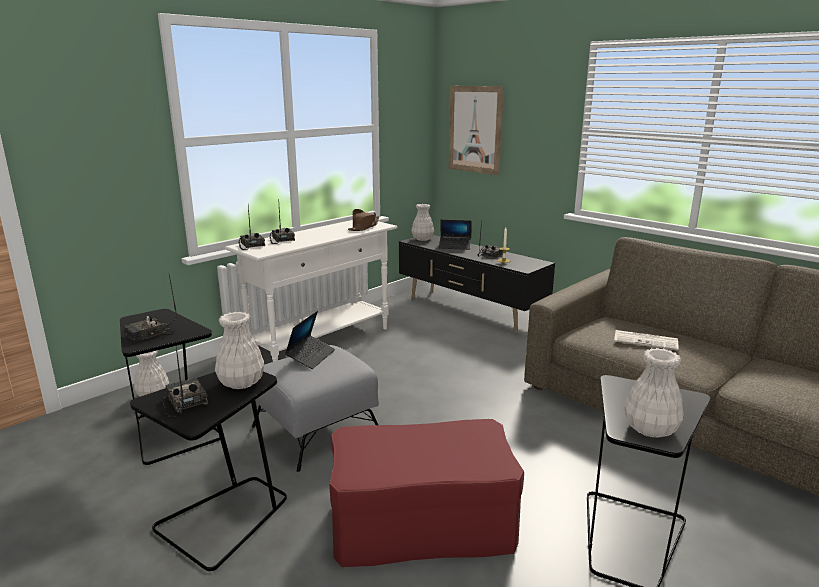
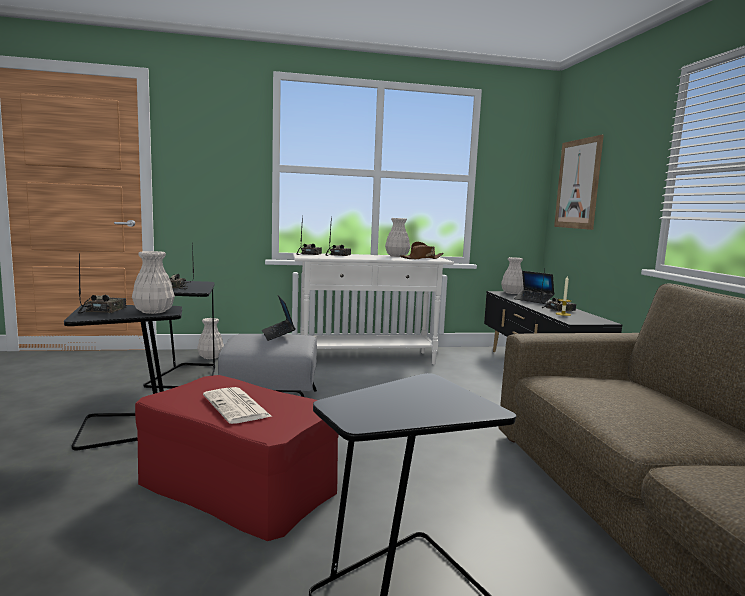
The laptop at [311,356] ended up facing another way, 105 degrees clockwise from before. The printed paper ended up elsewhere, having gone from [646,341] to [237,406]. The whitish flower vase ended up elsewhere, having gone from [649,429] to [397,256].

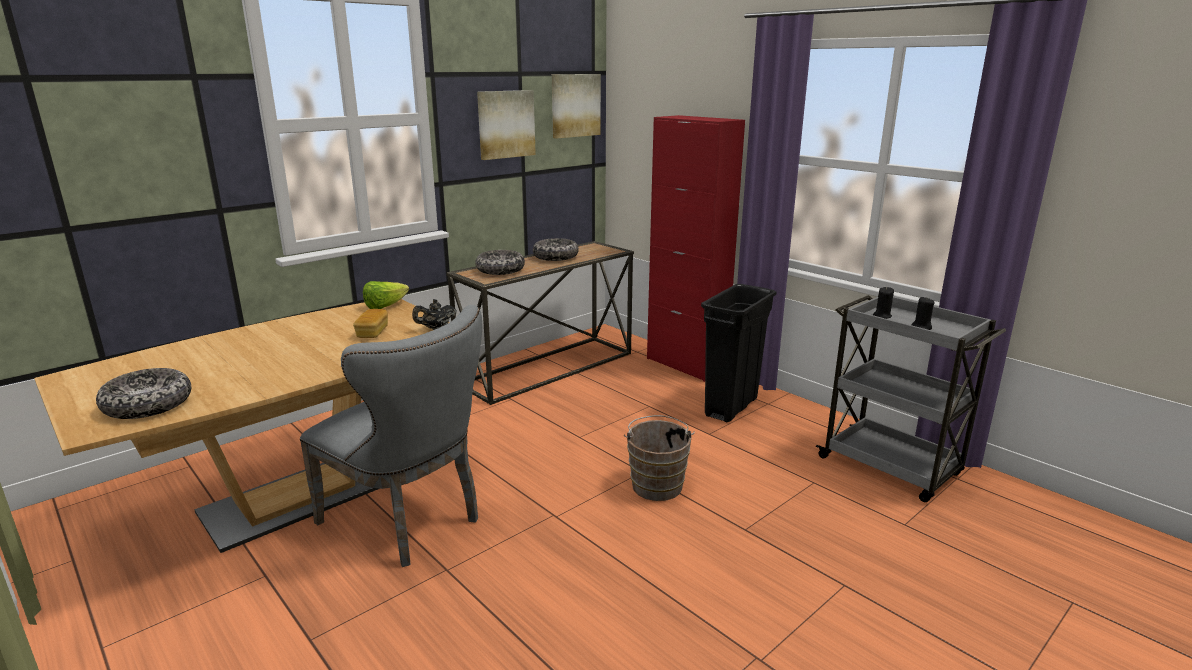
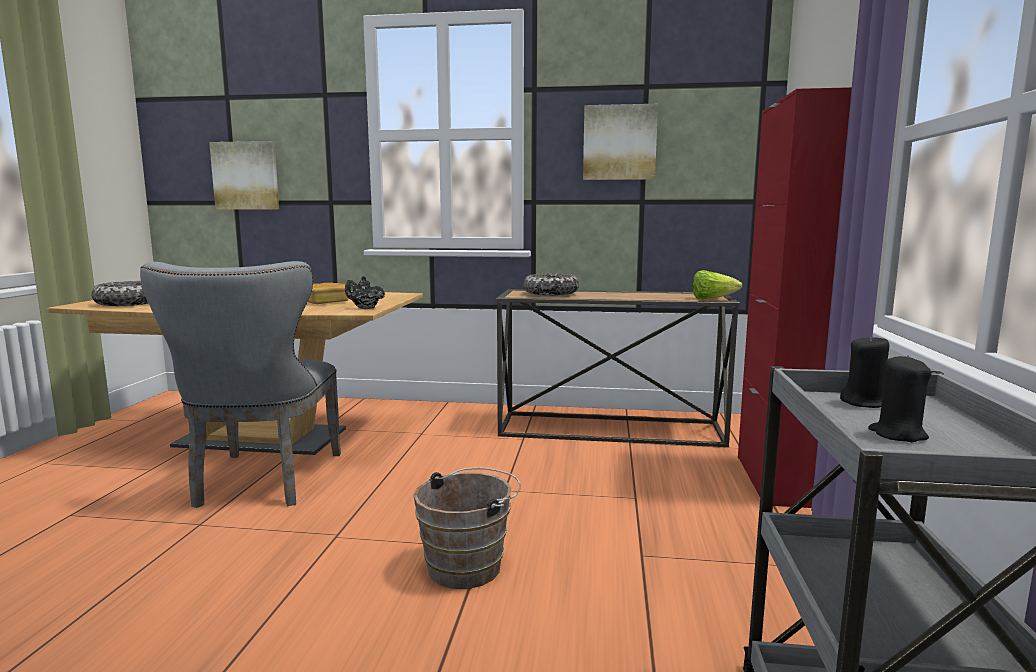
The picture ended up elsewhere, having gone from [575,105] to [246,176]. The second view lost the deep dish at [555,257]. The head of lettuce ended up elsewhere, having gone from [385,307] to [712,299]. The second view lost the black trash can at [731,407].

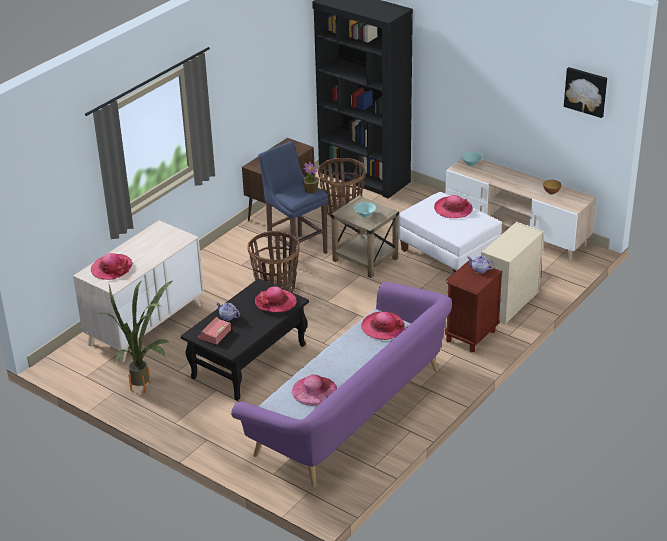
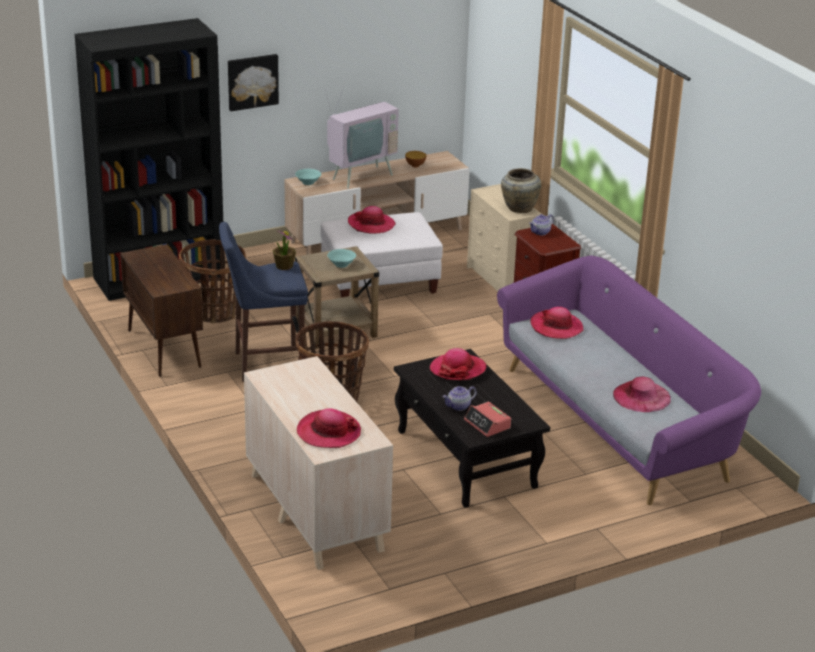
The picture ended up elsewhere, having gone from [586,91] to [252,81]. The second view lost the houseplant at [146,389]. The second view gained the TV set at [359,175]. The second view gained the sand-coloured flower vase at [519,208].

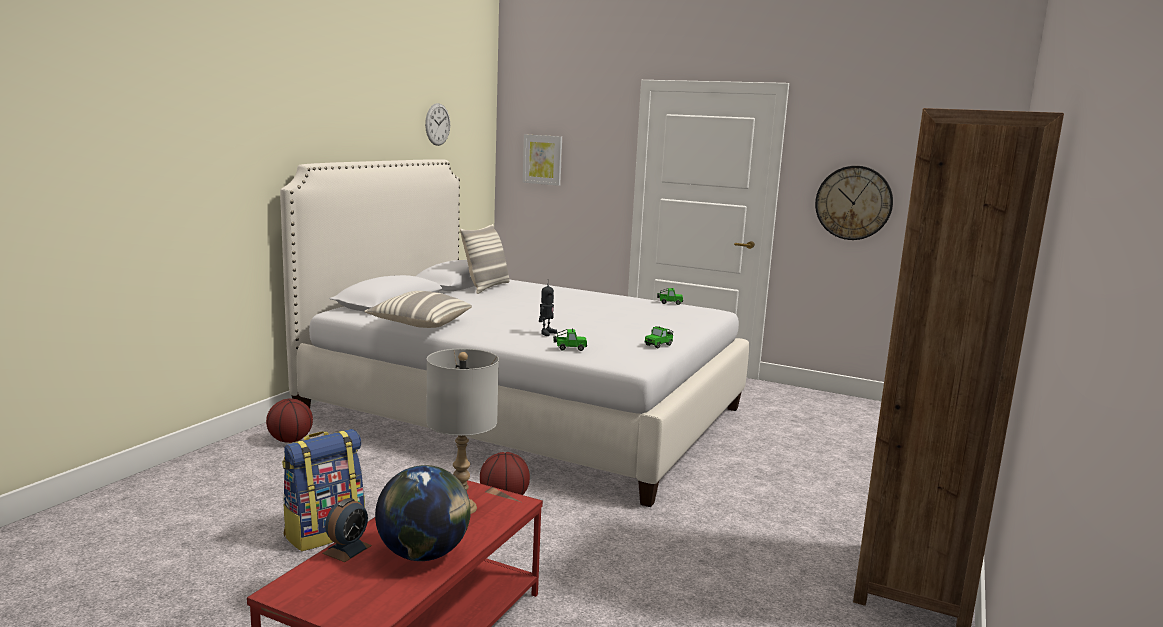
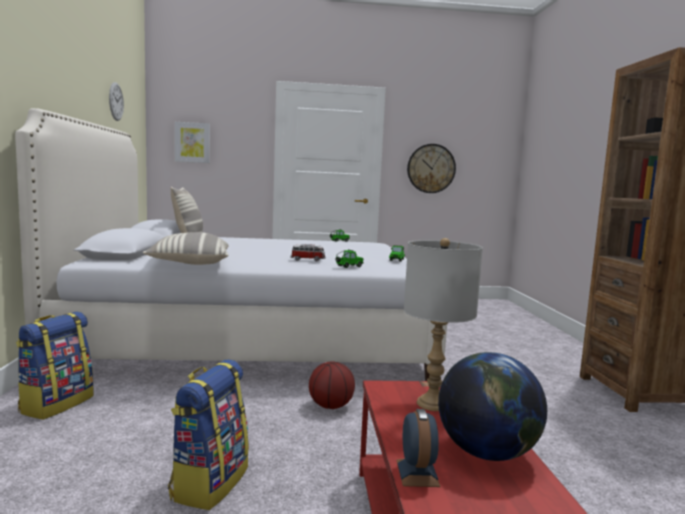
Where the model robot stood at [546,333], the miniature car came to stand at [308,260]. Where the ball for basketball stood at [290,440], the backpack came to stand at [56,404].

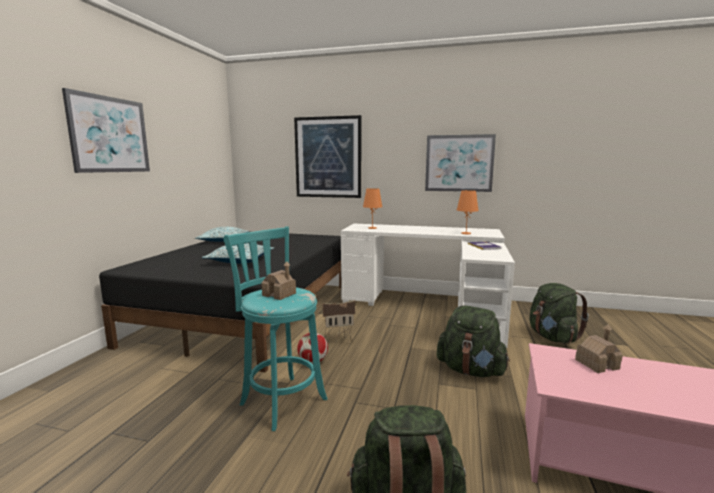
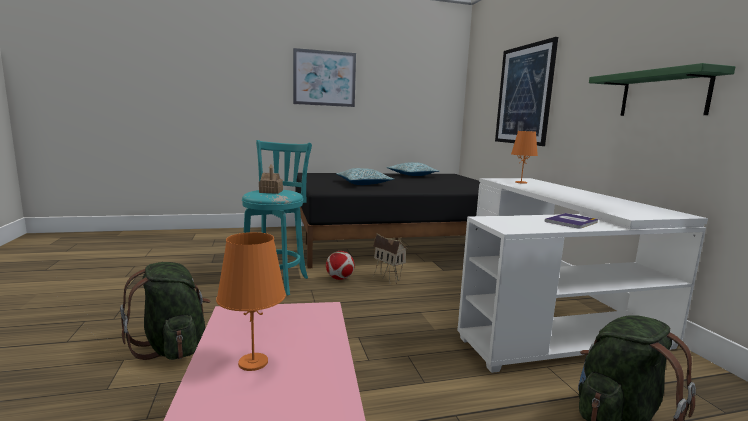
Where the picture hung at [459,163], the green wall shelf came to hang at [663,94]. The orangey lamp for a table ended up elsewhere, having gone from [466,233] to [253,362]. The second view lost the green backpack at [471,370]. The second view lost the miniature house at [597,364].

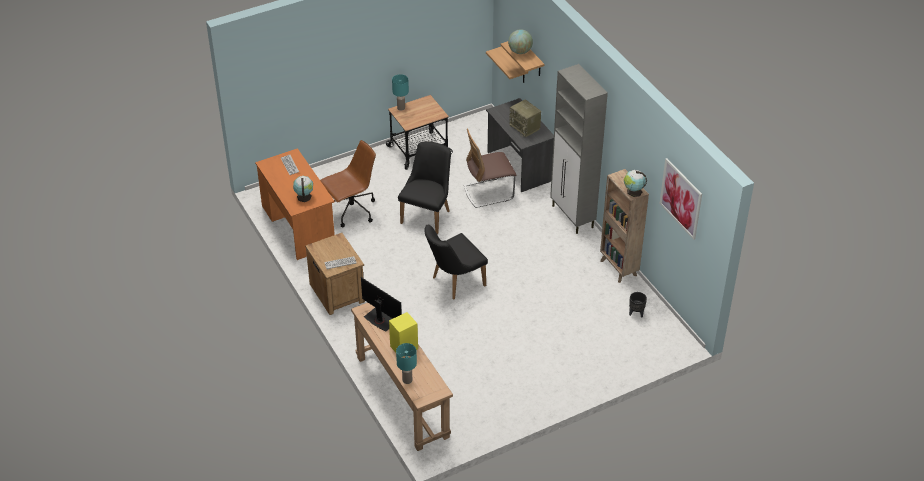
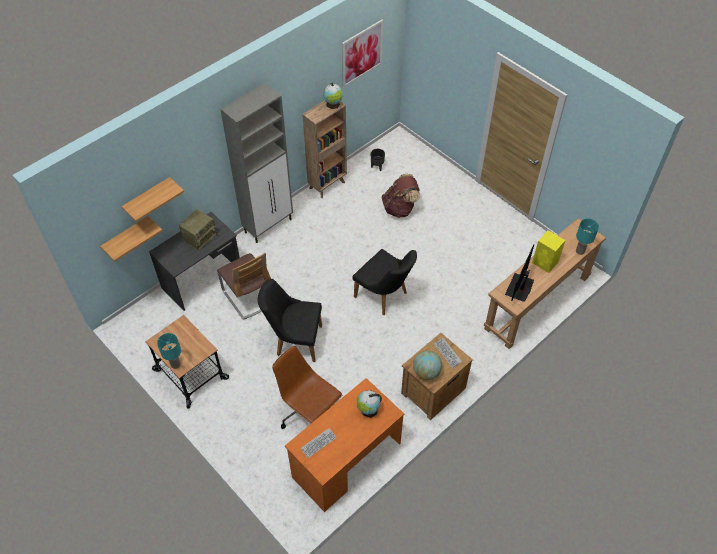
The desk globe ended up elsewhere, having gone from [520,51] to [426,372]. The second view gained the brown backpack at [400,208].

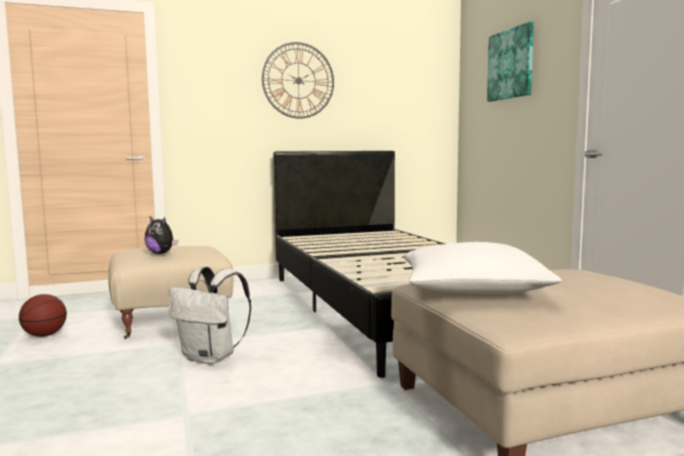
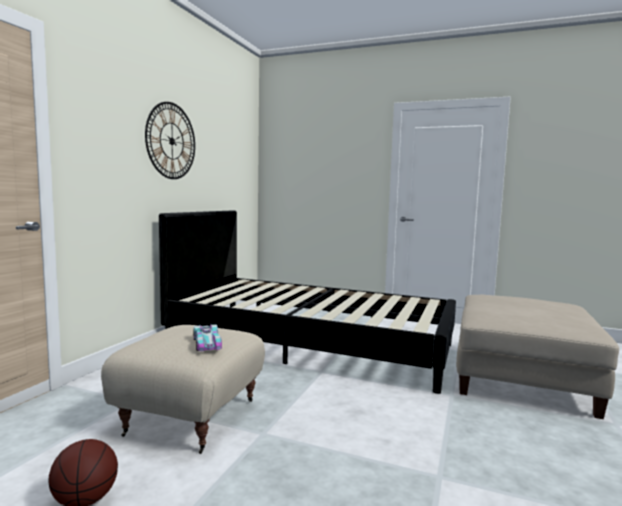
The second view lost the picture at [511,64]. Where the cuddly toy stood at [161,253], the miniature car came to stand at [207,343]. The second view lost the whitish throw pillow at [471,289]. The second view lost the whitish backpack at [211,358].

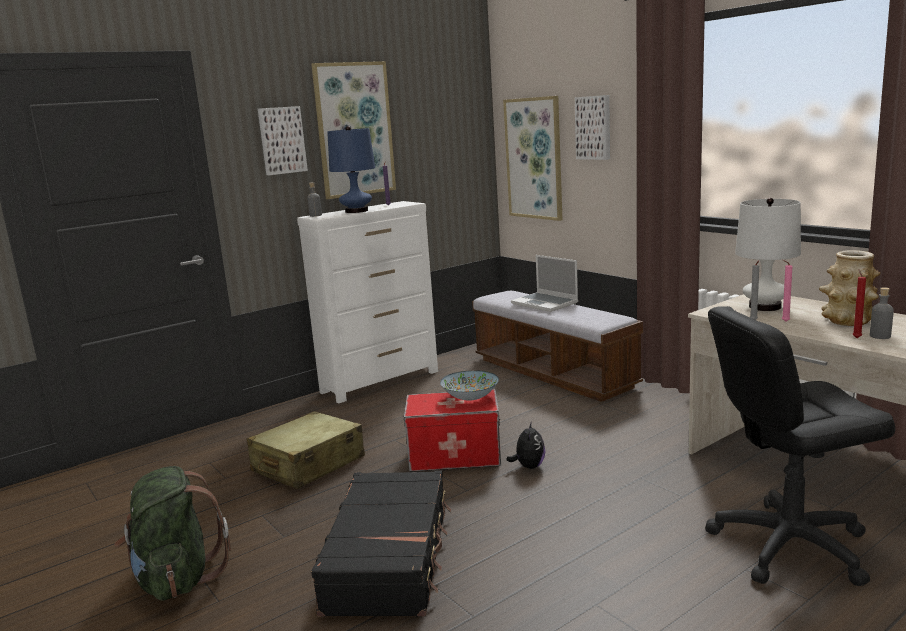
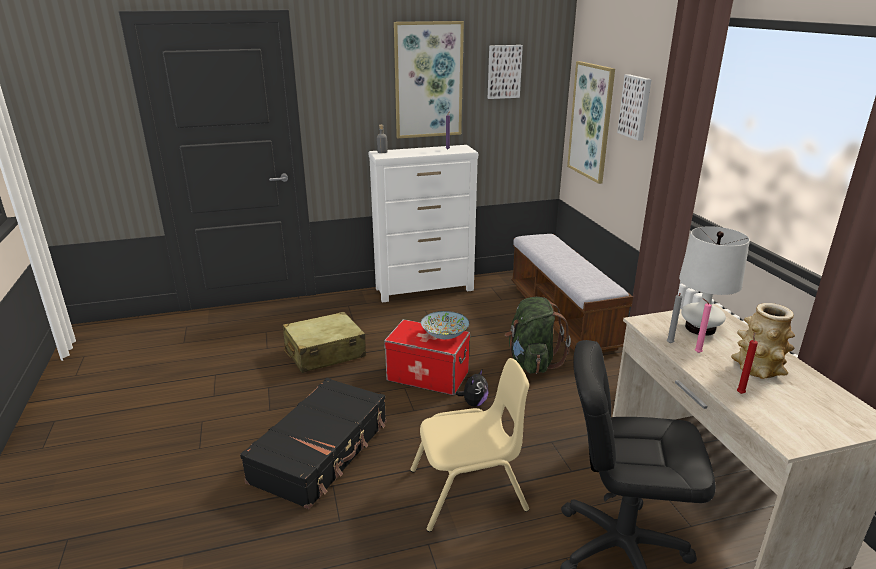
The picture ended up elsewhere, having gone from [281,140] to [503,71]. The second view lost the blue-coloured lamp for a table at [356,211]. The second view lost the laptop at [545,303]. The second view lost the grey beverage bottle at [880,336]. The green backpack ended up elsewhere, having gone from [177,578] to [532,362]. The second view gained the sand-coloured upright chair at [468,491].

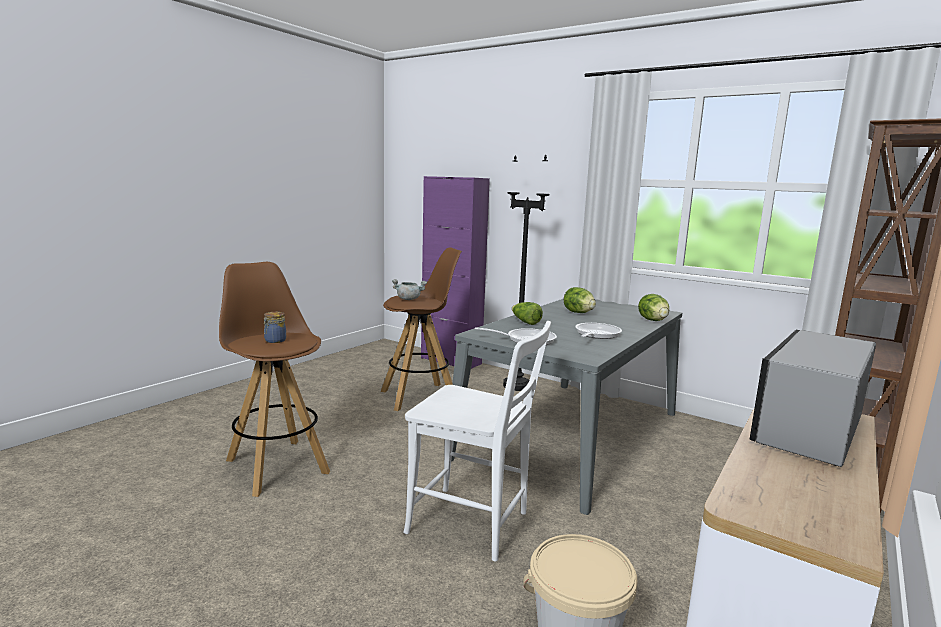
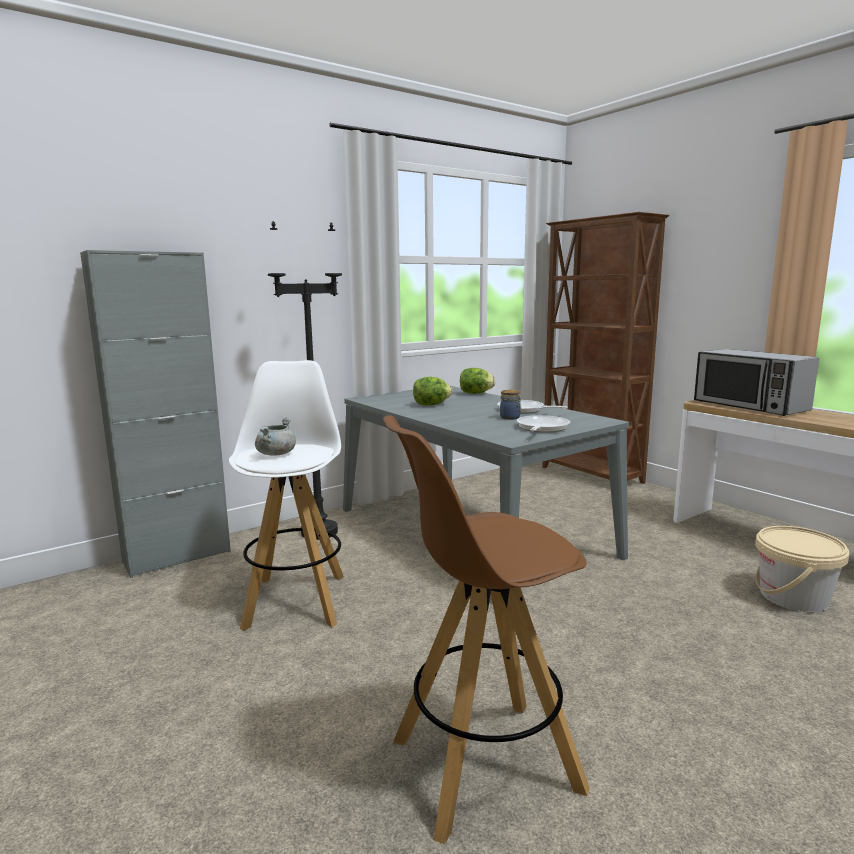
What was the purple storage cabinet at [451,361] turned into the grey storage cabinet at [177,556]. What was the brown stool seat at [420,396] turned into the whitish stool seat at [296,599]. The second view lost the head of lettuce at [525,322]. The jar ended up elsewhere, having gone from [274,341] to [510,418]. The second view lost the whitish upright chair at [474,524].

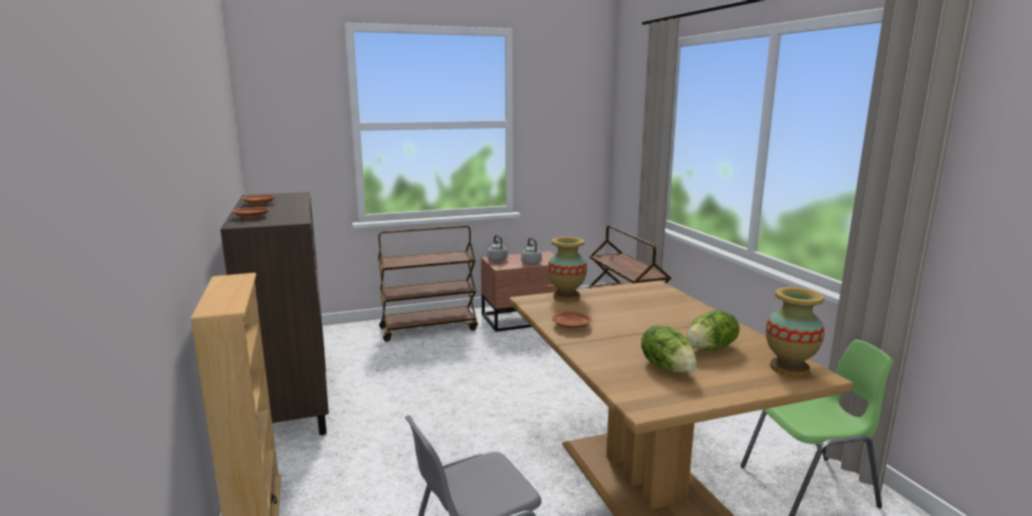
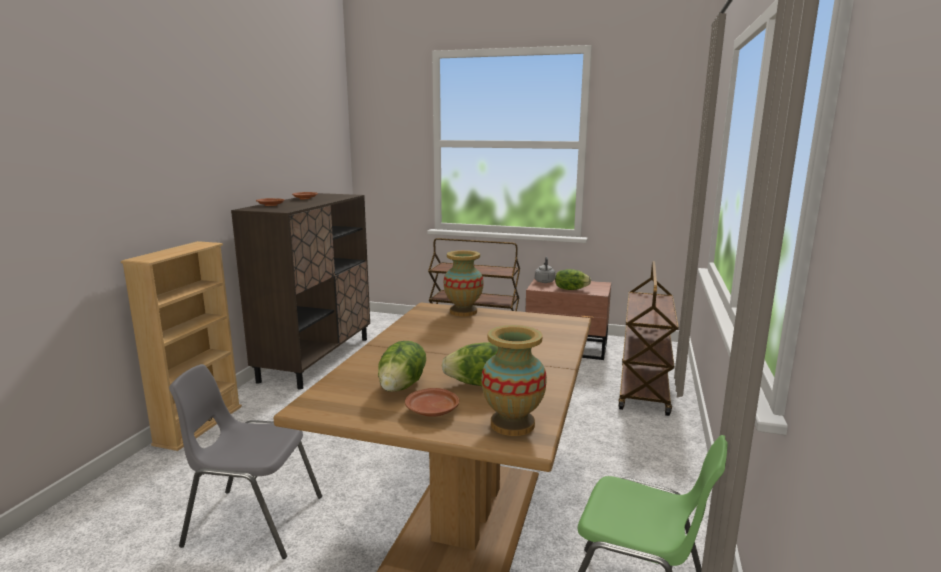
Where the grey kettle stood at [530,262], the head of lettuce came to stand at [571,289]. The brown flat dish ended up elsewhere, having gone from [571,326] to [432,411].

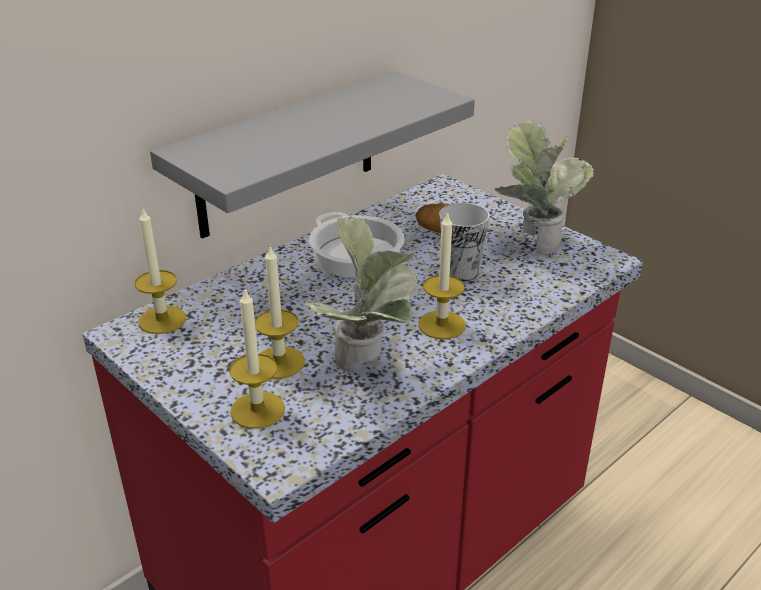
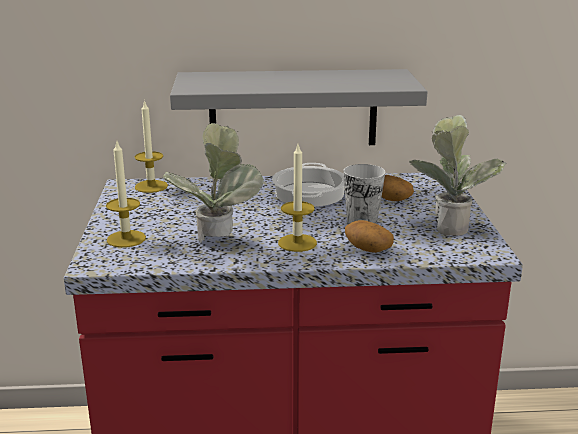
The second view lost the candle at [279,362]. The second view gained the potato at [367,248].

